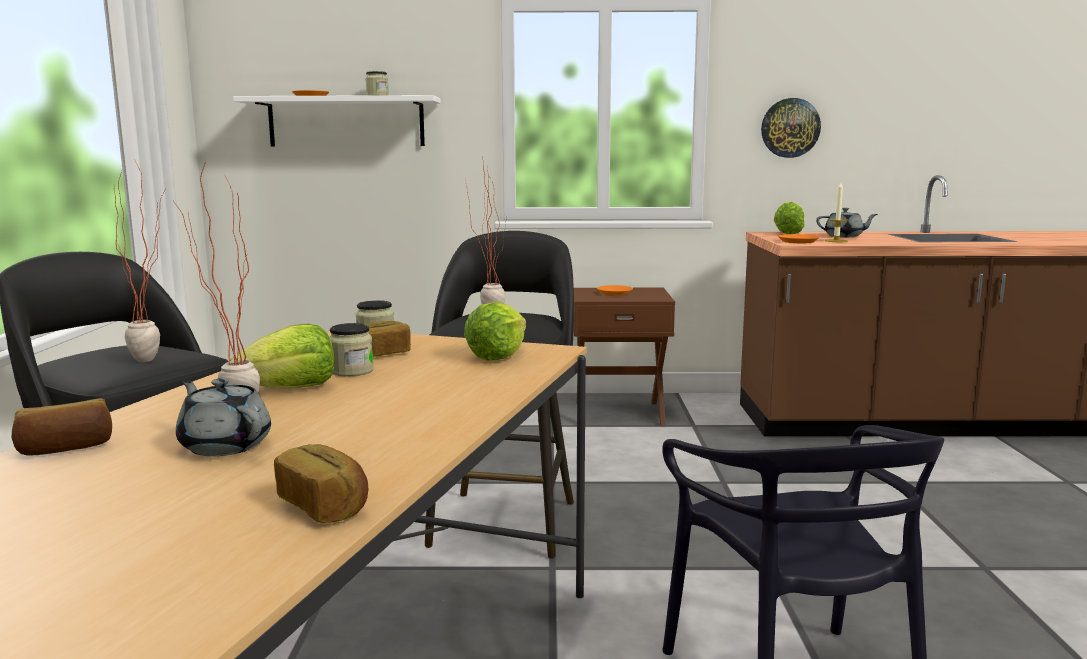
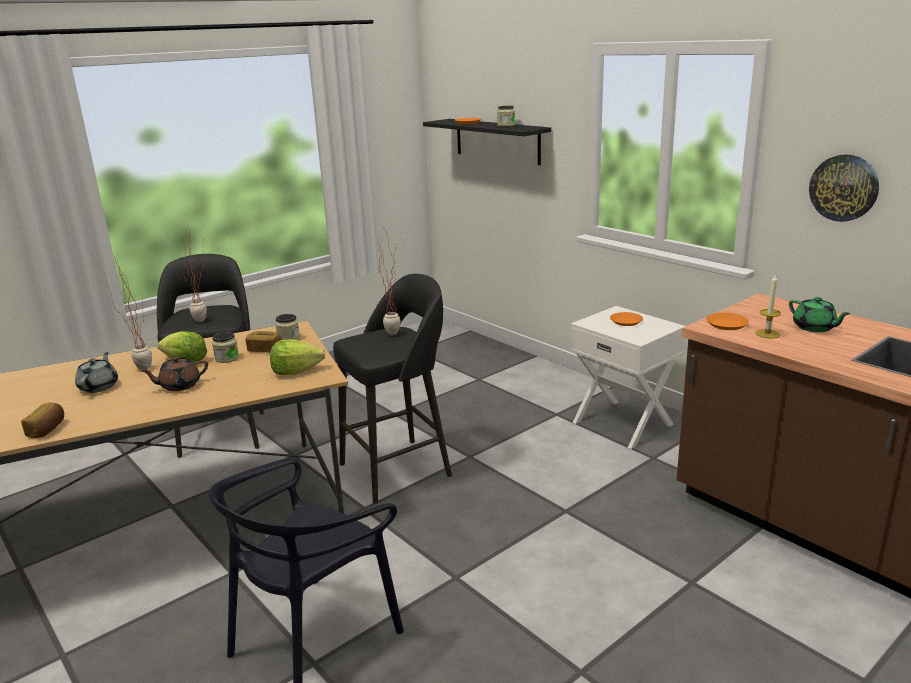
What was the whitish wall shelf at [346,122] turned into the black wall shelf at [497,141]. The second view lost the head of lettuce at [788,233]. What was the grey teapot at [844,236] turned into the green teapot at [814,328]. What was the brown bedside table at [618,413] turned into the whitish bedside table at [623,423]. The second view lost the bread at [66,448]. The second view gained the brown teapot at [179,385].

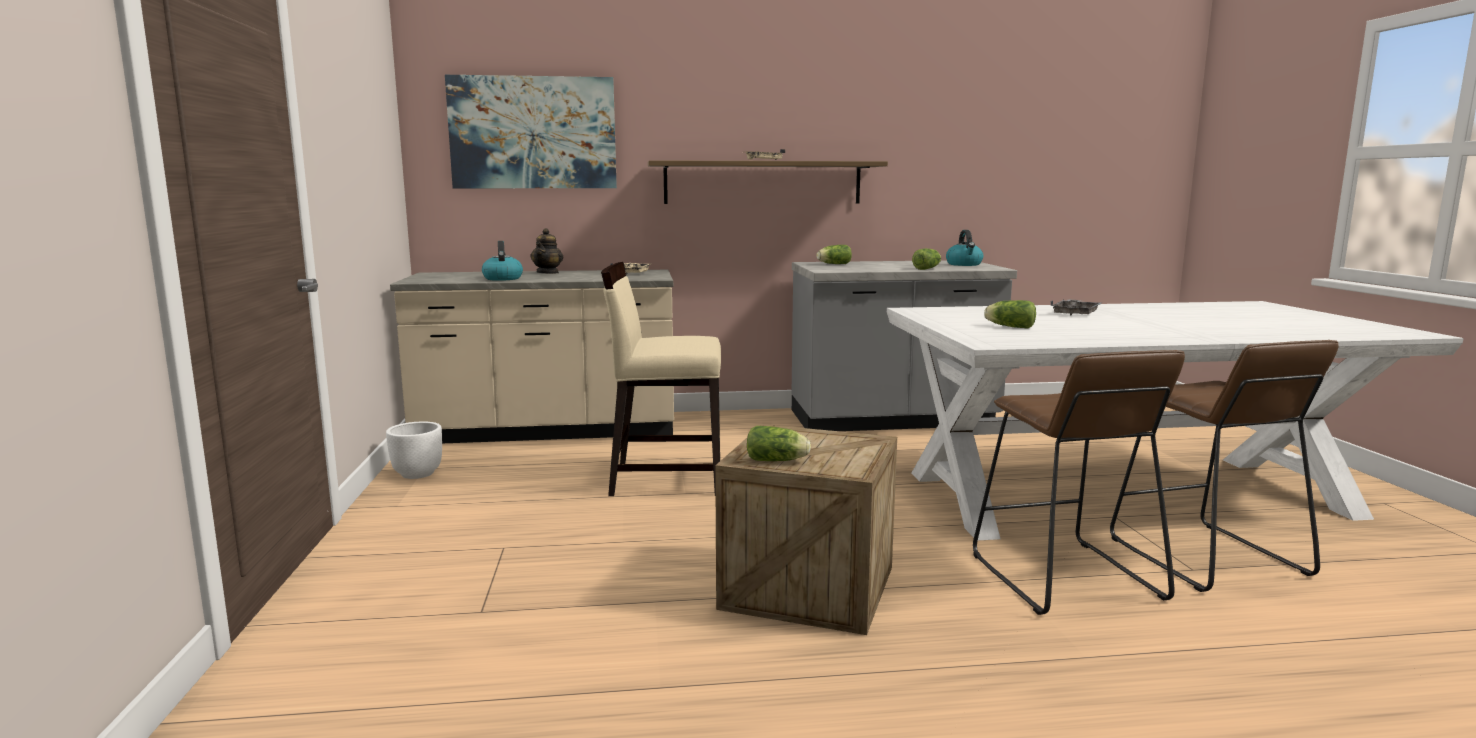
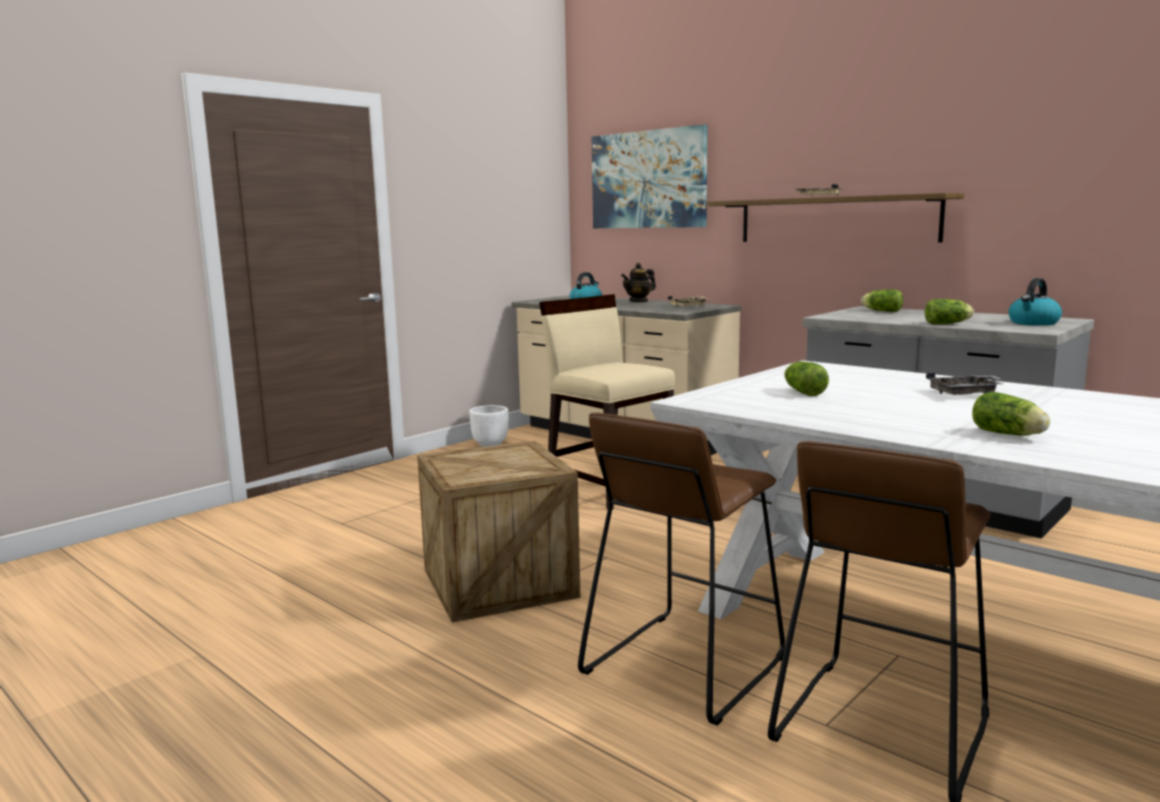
The head of lettuce ended up elsewhere, having gone from [778,461] to [1009,435].

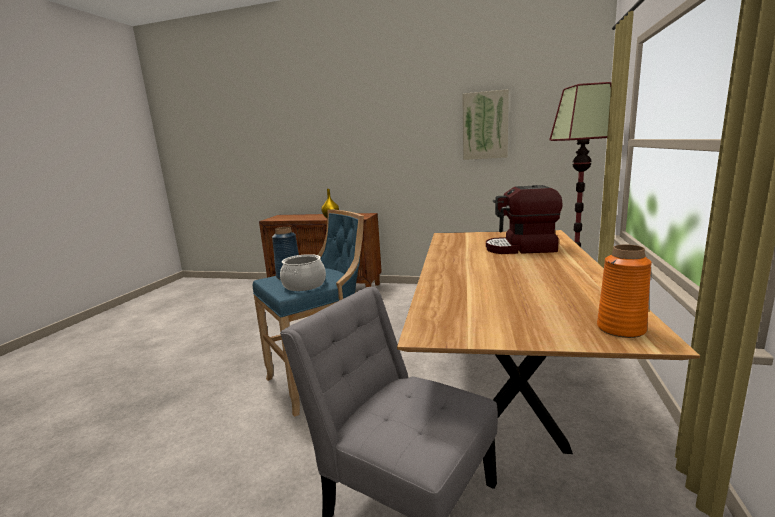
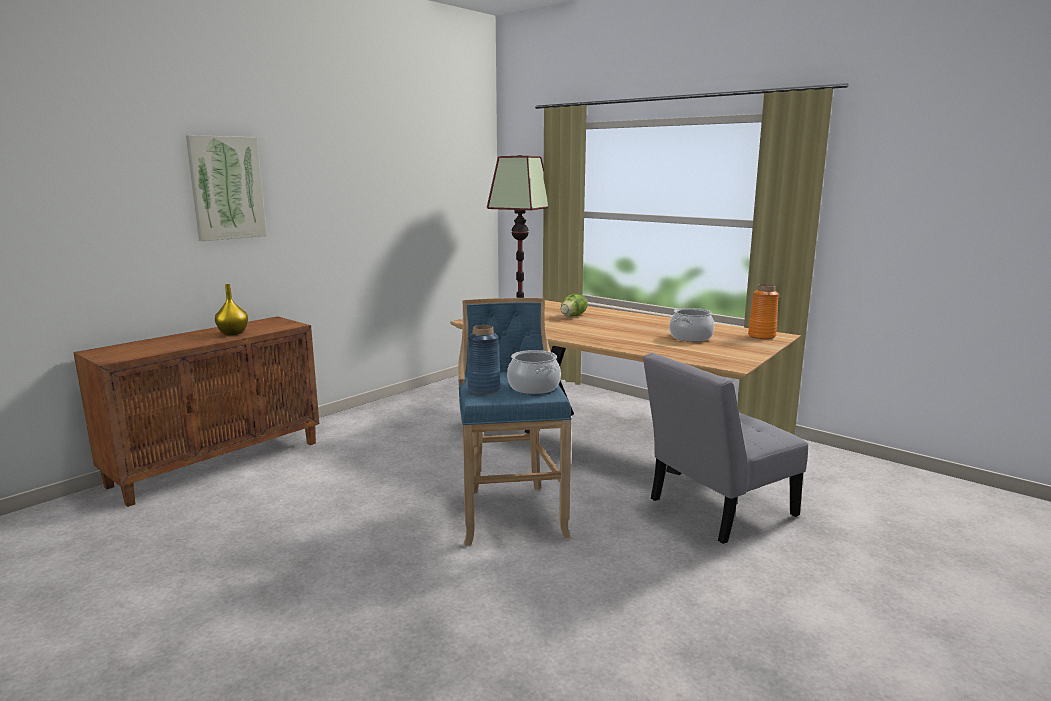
The picture ended up elsewhere, having gone from [485,125] to [226,188]. Where the coffee brewer stood at [521,248], the head of lettuce came to stand at [573,316]. The second view gained the saucepot at [690,337].

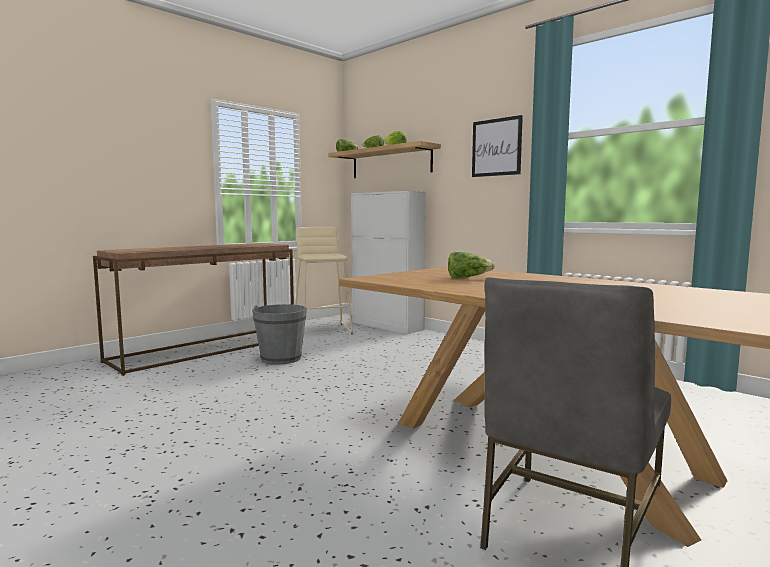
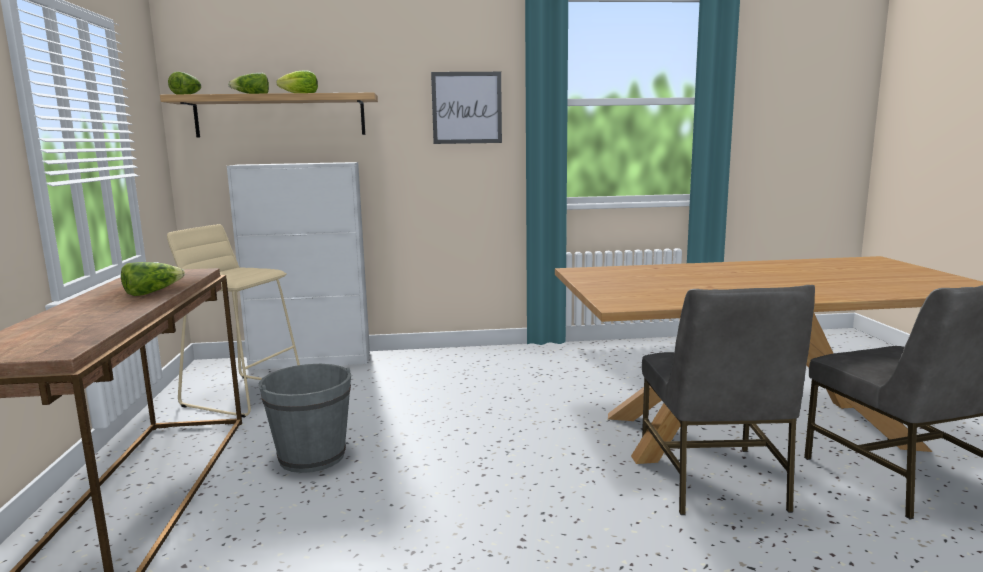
The head of lettuce ended up elsewhere, having gone from [468,278] to [152,292]. The second view gained the grey upright chair at [713,481].

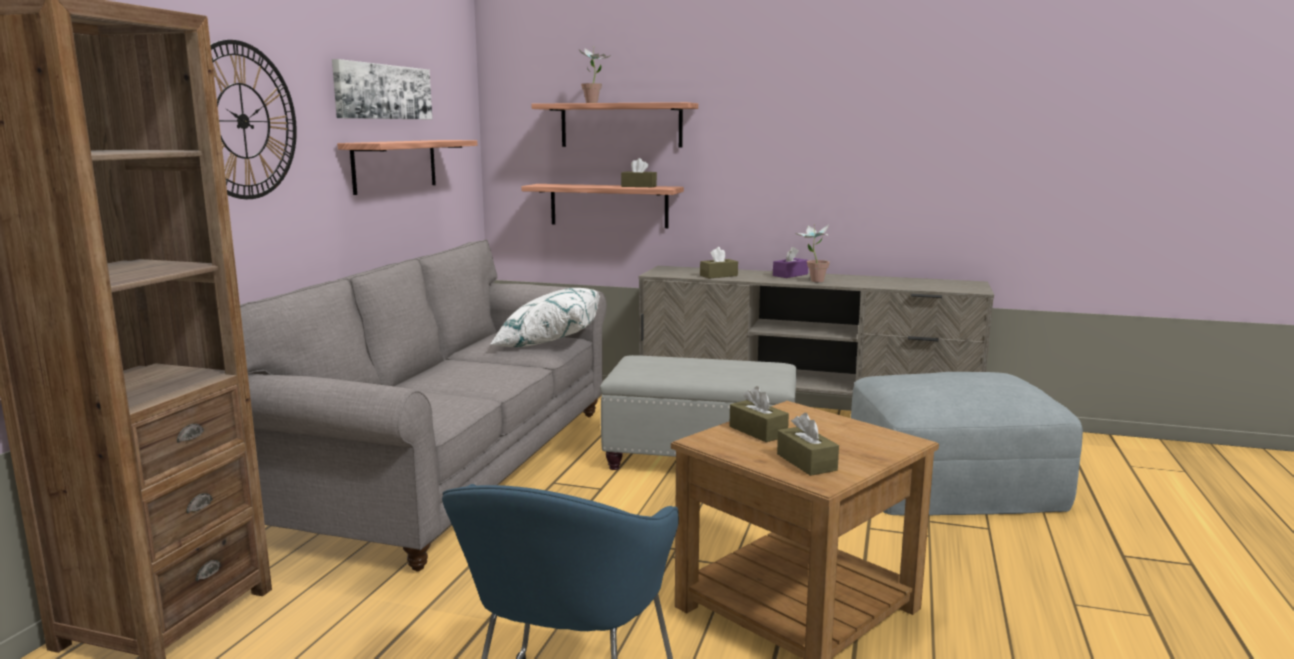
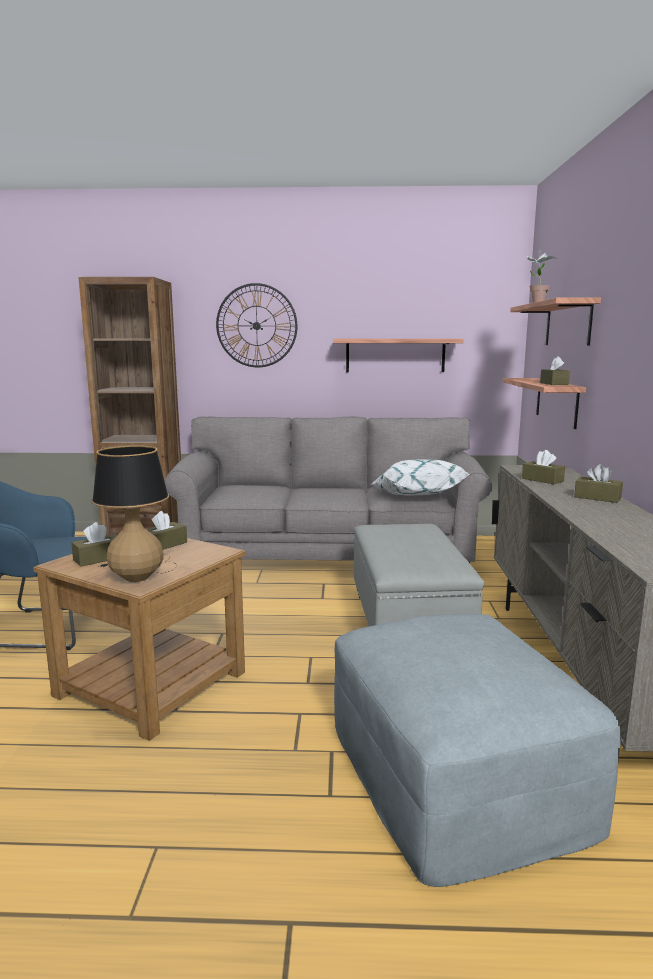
The second view lost the picture at [383,92]. The second view lost the houseplant at [812,281]. What was the purple box of tissues at [790,275] turned into the brown box of tissues at [597,497]. The second view gained the lamp for a table at [139,575].

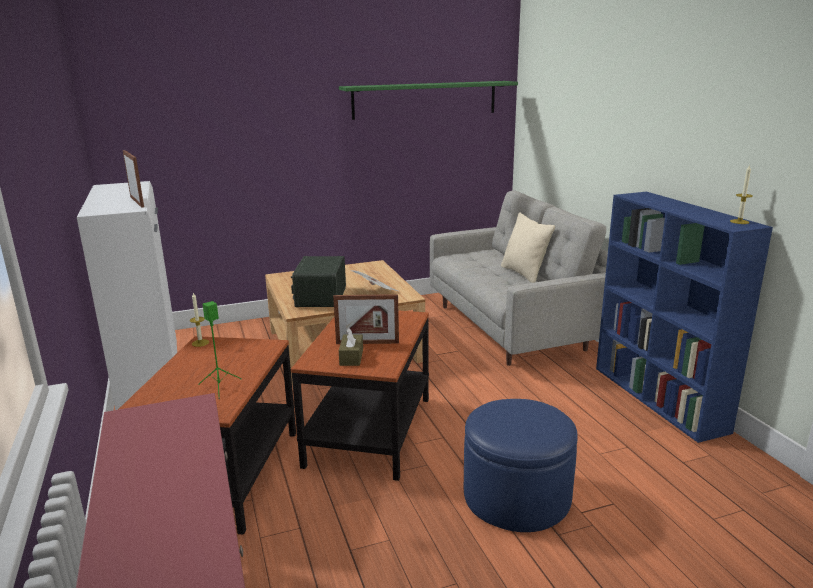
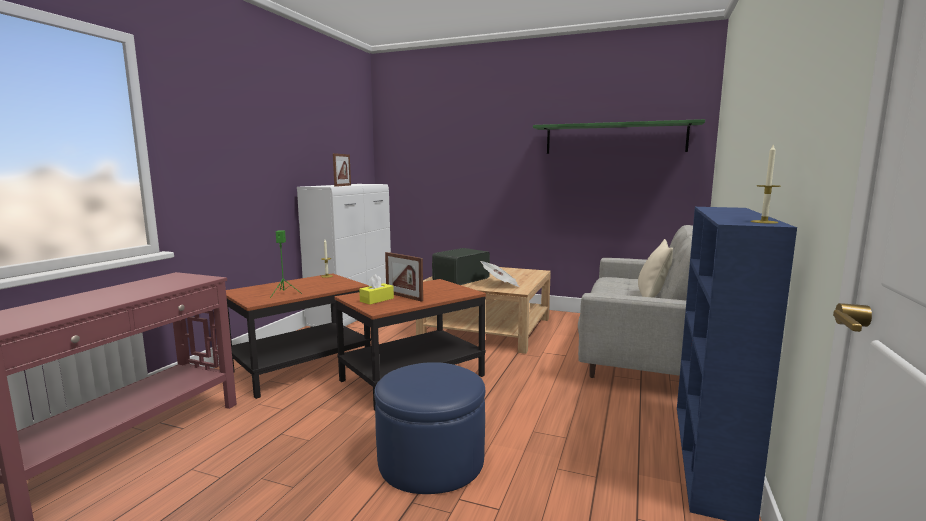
What was the brown box of tissues at [351,357] turned into the yellow box of tissues at [377,300].

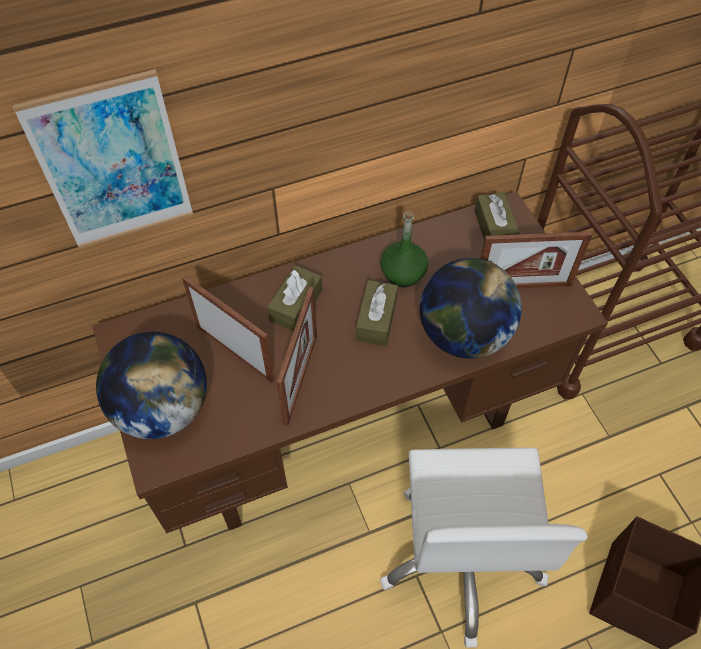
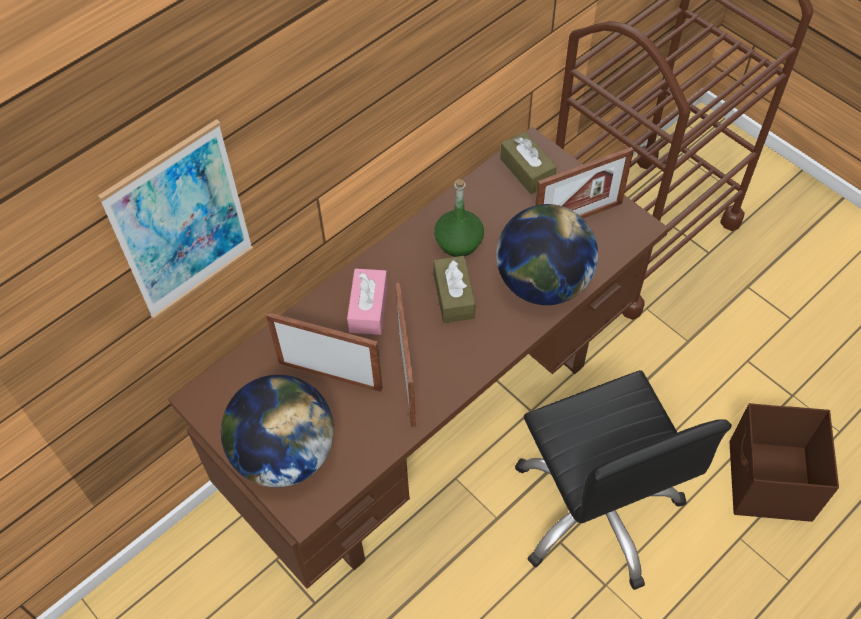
What was the brown box of tissues at [296,305] turned into the pink box of tissues at [368,308]. What was the whitish computer chair at [462,557] turned into the black computer chair at [596,508].

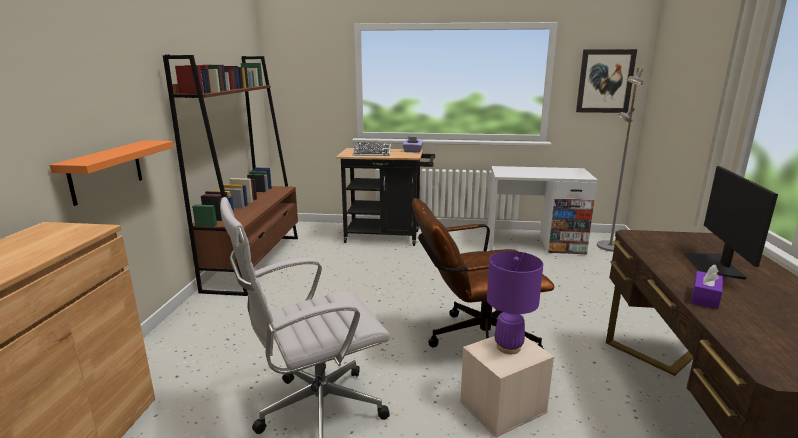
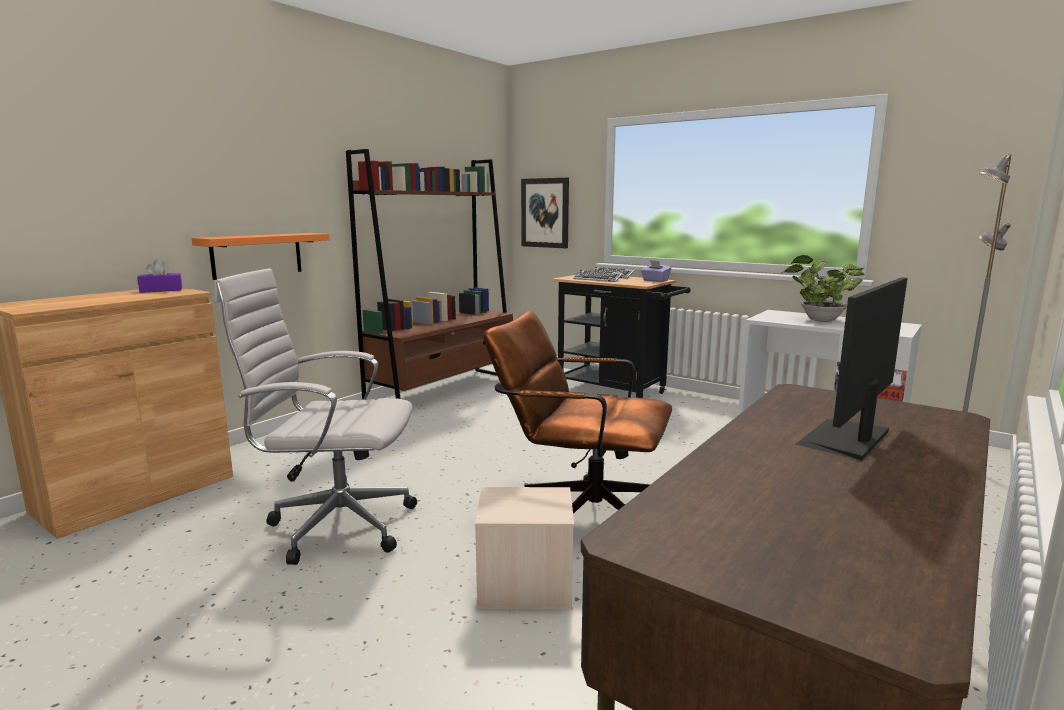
The picture ended up elsewhere, having gone from [605,81] to [545,213]. The second view lost the purple lamp for a table at [508,347]. The purple box of tissues ended up elsewhere, having gone from [705,297] to [161,290]. The second view gained the houseplant at [818,320].

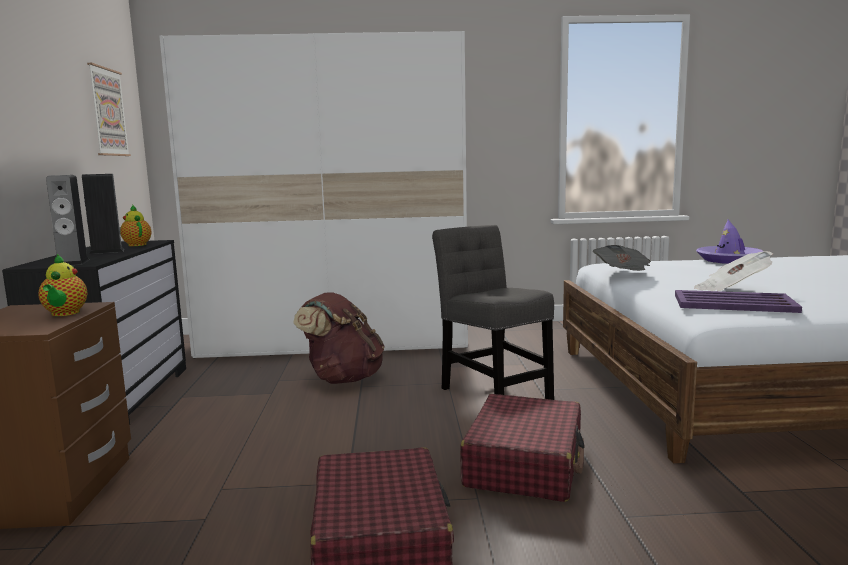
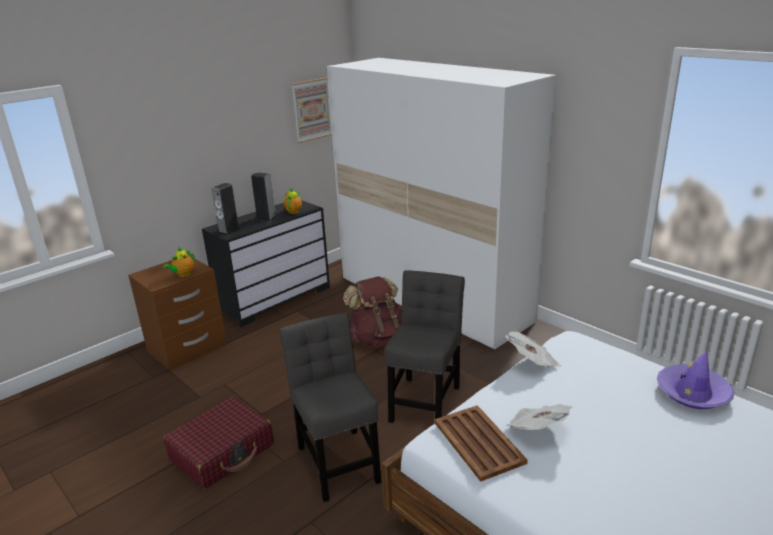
What was the purple carrying tray at [735,303] turned into the brown carrying tray at [479,443]. Where the reddish travel case stood at [525,464], the grey upright chair came to stand at [337,460].

